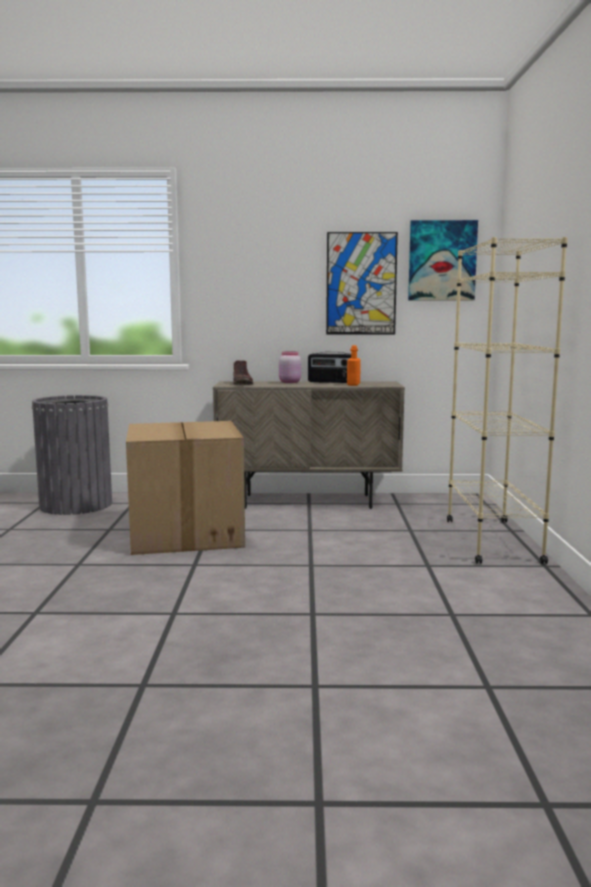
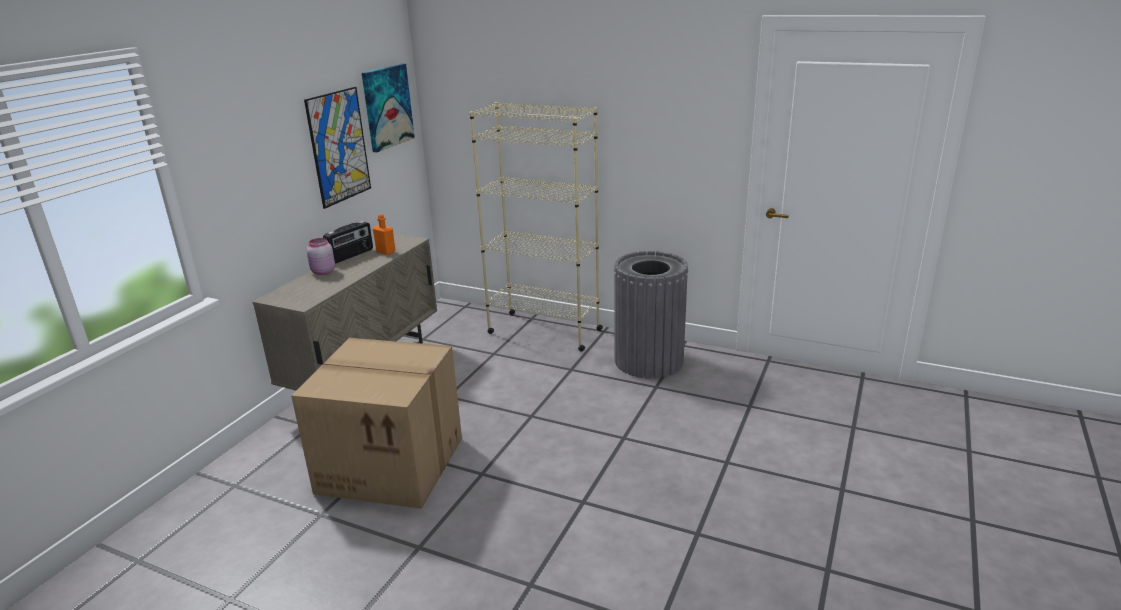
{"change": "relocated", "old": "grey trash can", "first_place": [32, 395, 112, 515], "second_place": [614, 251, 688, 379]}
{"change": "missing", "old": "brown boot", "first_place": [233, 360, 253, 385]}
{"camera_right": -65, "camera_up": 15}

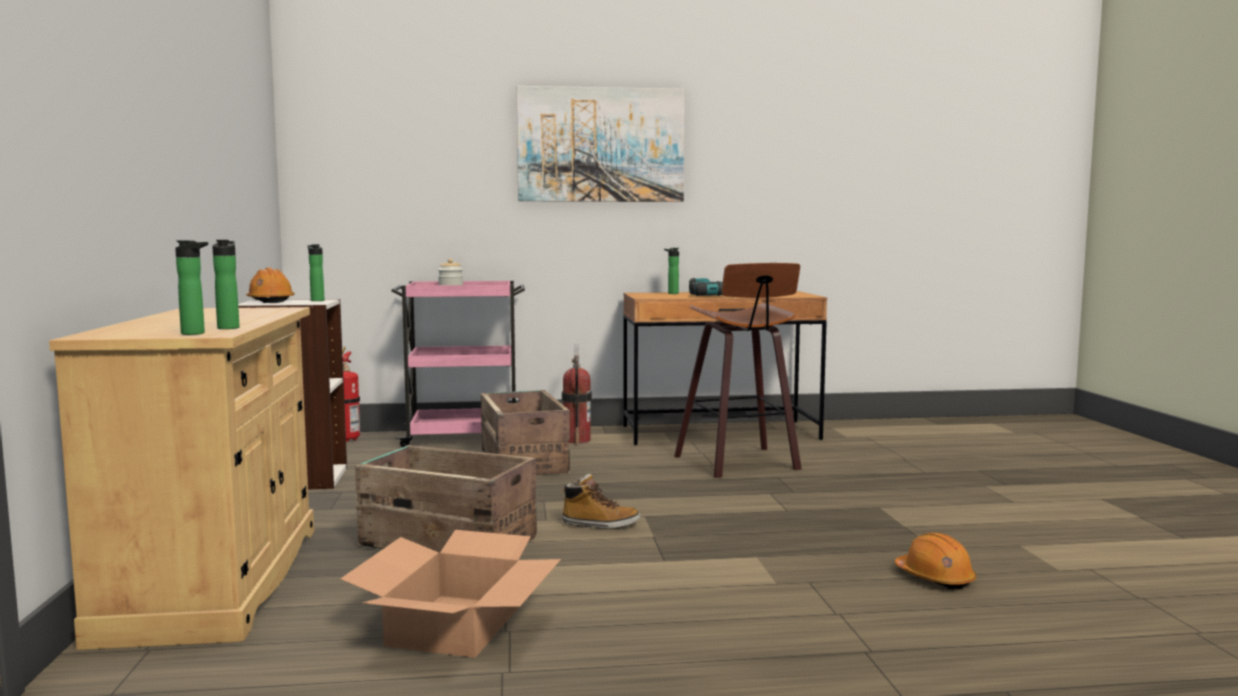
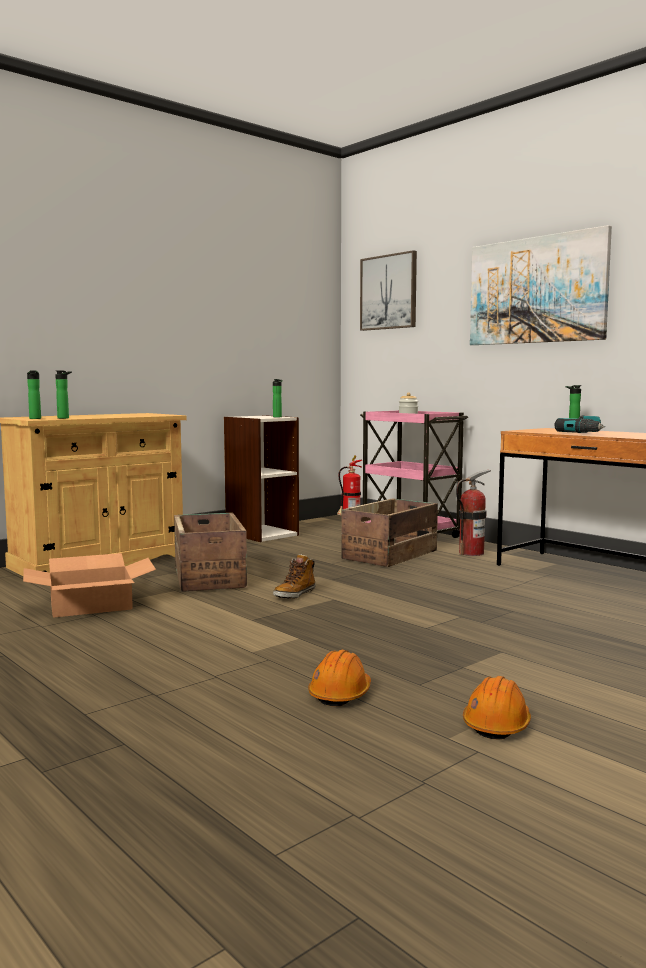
{"change": "relocated", "old": "orange hard hat", "first_place": [246, 267, 295, 303], "second_place": [463, 676, 531, 740]}
{"change": "spun", "old": "boot", "first_place": [561, 474, 640, 530], "second_place": [273, 554, 315, 599], "degrees": 60}
{"change": "missing", "old": "stool", "first_place": [674, 263, 802, 478]}
{"change": "appeared", "new": "picture", "second_place": [360, 250, 417, 331]}
{"camera_right": 55, "camera_up": 0}

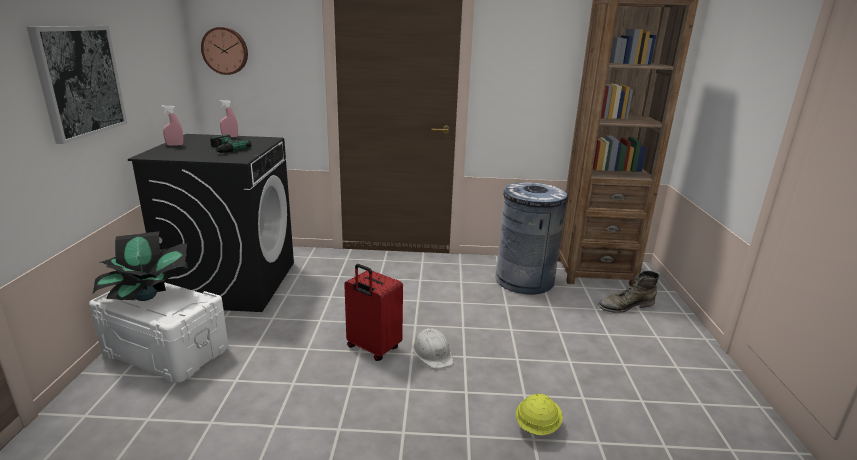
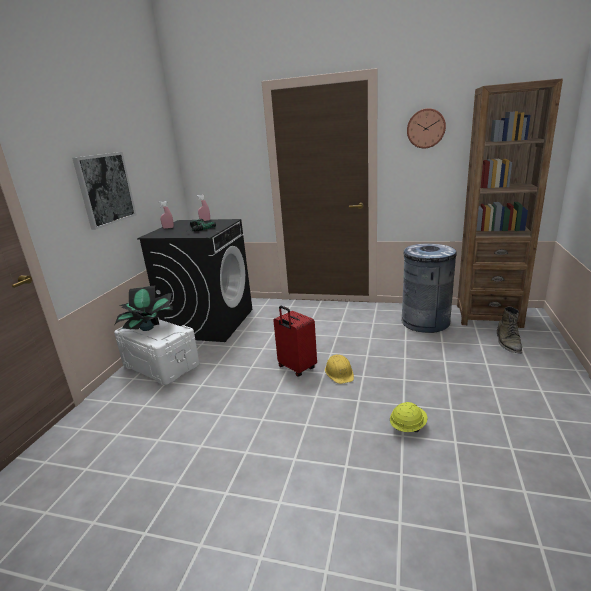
{"change": "relocated", "old": "wall clock", "first_place": [201, 27, 248, 75], "second_place": [407, 108, 446, 149]}
{"change": "colour", "old": "white hard hat", "new": "yellow hard hat", "first_place": [412, 328, 454, 369], "second_place": [325, 354, 354, 384]}
{"change": "spun", "old": "green boot", "first_place": [598, 271, 659, 313], "second_place": [497, 307, 522, 354], "degrees": -75}
{"camera_right": 15, "camera_up": 0}

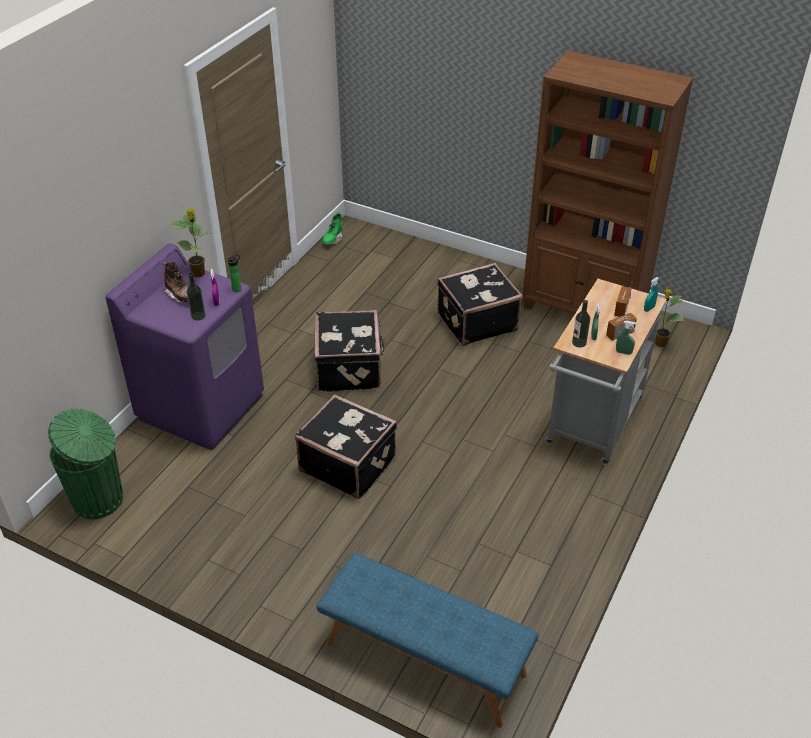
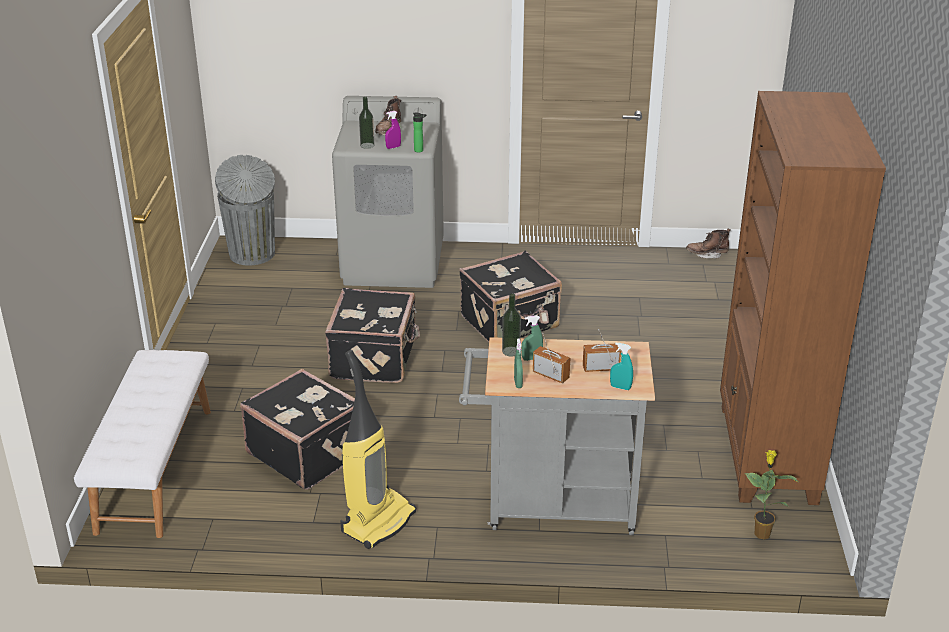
{"change": "colour", "old": "green trash can", "new": "grey trash can", "first_place": [48, 408, 123, 519], "second_place": [215, 155, 275, 265]}
{"change": "colour", "old": "purple washing machine", "new": "grey washing machine", "first_place": [106, 244, 264, 450], "second_place": [332, 96, 444, 288]}
{"change": "missing", "old": "potted plant", "first_place": [169, 207, 211, 277]}
{"change": "colour", "old": "blue bench", "new": "white bench", "first_place": [316, 553, 539, 728], "second_place": [74, 350, 211, 538]}
{"change": "colour", "old": "green boot", "new": "brown boot", "first_place": [322, 212, 343, 244], "second_place": [686, 229, 730, 258]}
{"change": "relocated", "old": "black suitcase", "first_place": [437, 263, 523, 346], "second_place": [240, 369, 355, 490]}
{"change": "appeared", "new": "vacuum cleaner", "second_place": [340, 350, 416, 549]}
{"camera_right": 65, "camera_up": -10}

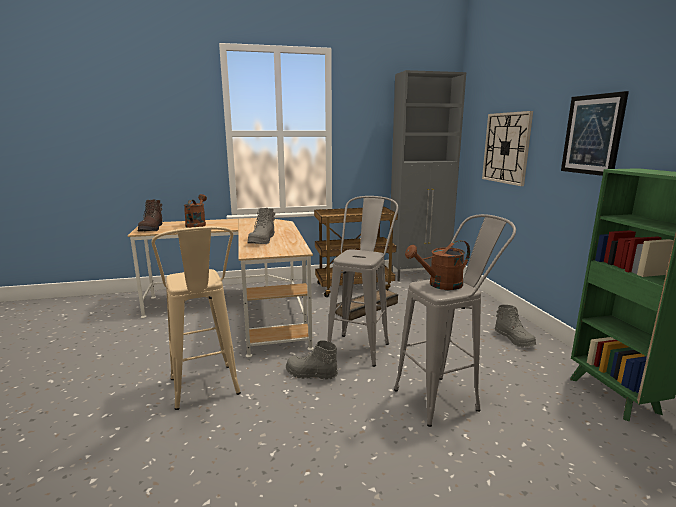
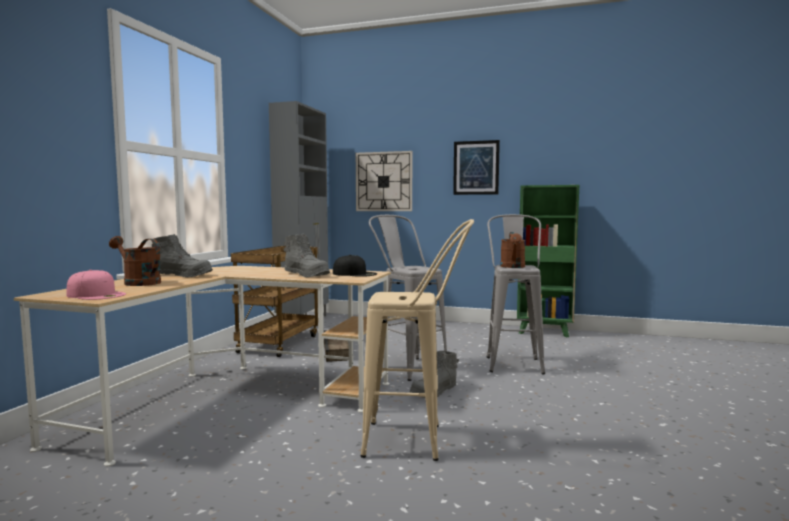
{"change": "exchanged", "old": "brown boot", "new": "pink cap", "first_place": [138, 199, 163, 232], "second_place": [66, 270, 126, 300]}
{"change": "relocated", "old": "grey boot", "first_place": [495, 305, 536, 347], "second_place": [152, 234, 213, 277]}
{"change": "appeared", "new": "black cap", "second_place": [333, 255, 377, 277]}
{"camera_right": -60, "camera_up": -10}

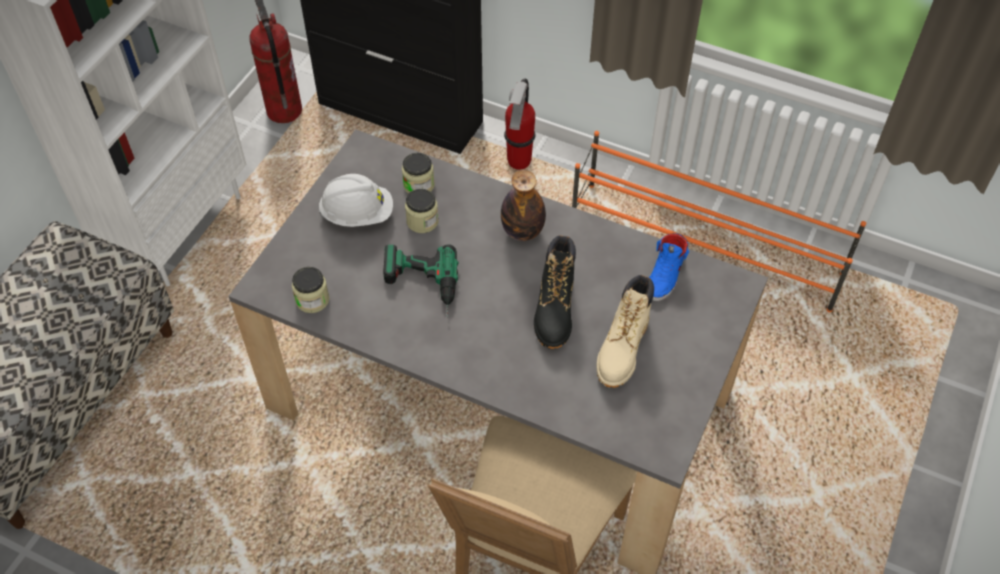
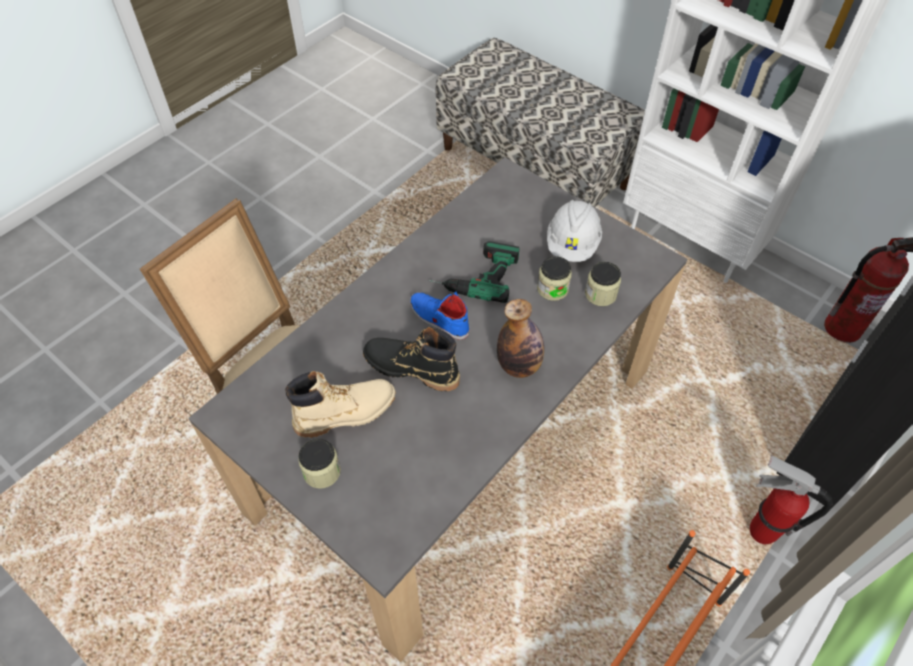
{"change": "relocated", "old": "jar", "first_place": [292, 267, 329, 313], "second_place": [298, 439, 341, 489]}
{"change": "spun", "old": "beige boot", "first_place": [597, 275, 654, 388], "second_place": [285, 371, 396, 438], "degrees": 120}
{"change": "relocated", "old": "blue shoe", "first_place": [649, 233, 689, 301], "second_place": [410, 292, 470, 340]}
{"camera_right": 105, "camera_up": 0}

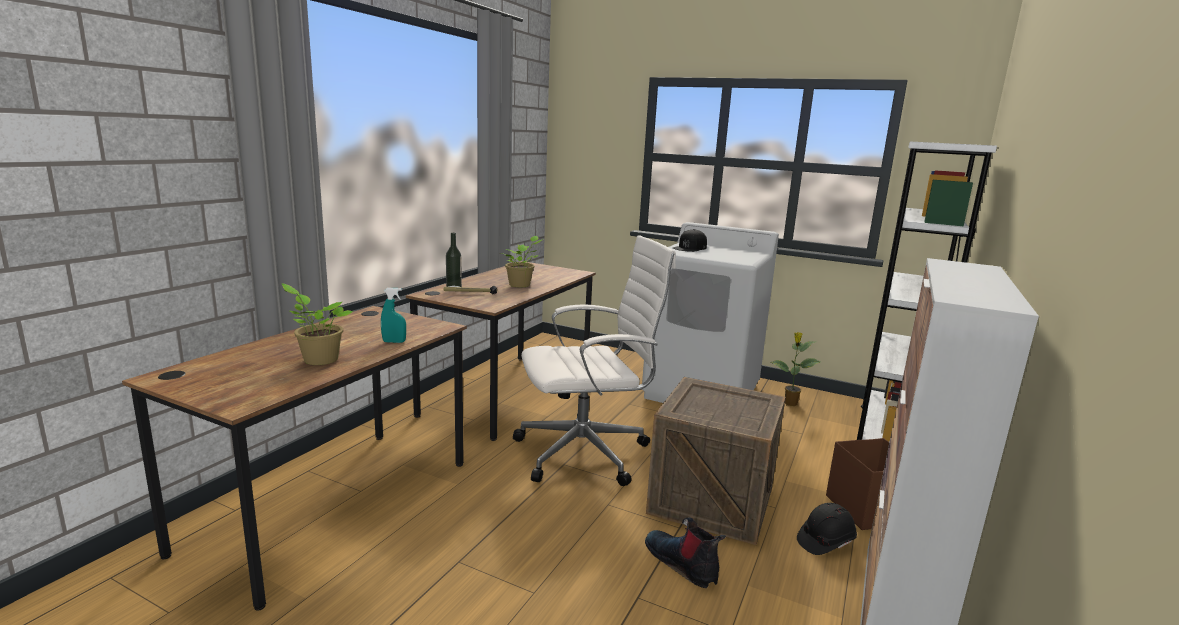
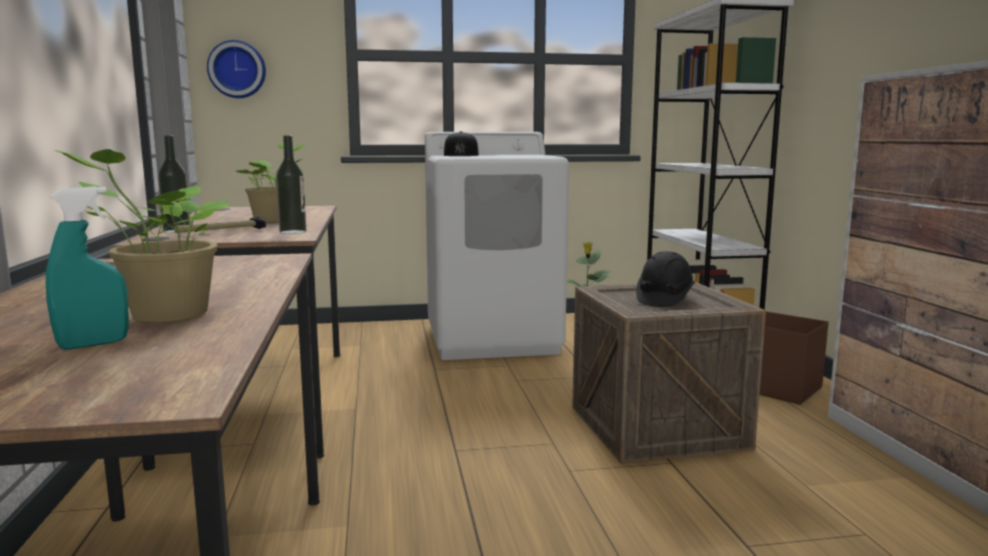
{"change": "relocated", "old": "turquoise spray bottle", "first_place": [381, 288, 406, 343], "second_place": [46, 186, 129, 350]}
{"change": "missing", "old": "white office chair", "first_place": [513, 235, 676, 486]}
{"change": "missing", "old": "boot", "first_place": [645, 517, 726, 588]}
{"change": "relocated", "old": "black hard hat", "first_place": [797, 503, 857, 555], "second_place": [636, 251, 695, 307]}
{"change": "appeared", "new": "wall clock", "second_place": [207, 40, 266, 98]}
{"change": "appeared", "new": "bottle", "second_place": [276, 136, 306, 234]}
{"camera_right": -35, "camera_up": -5}

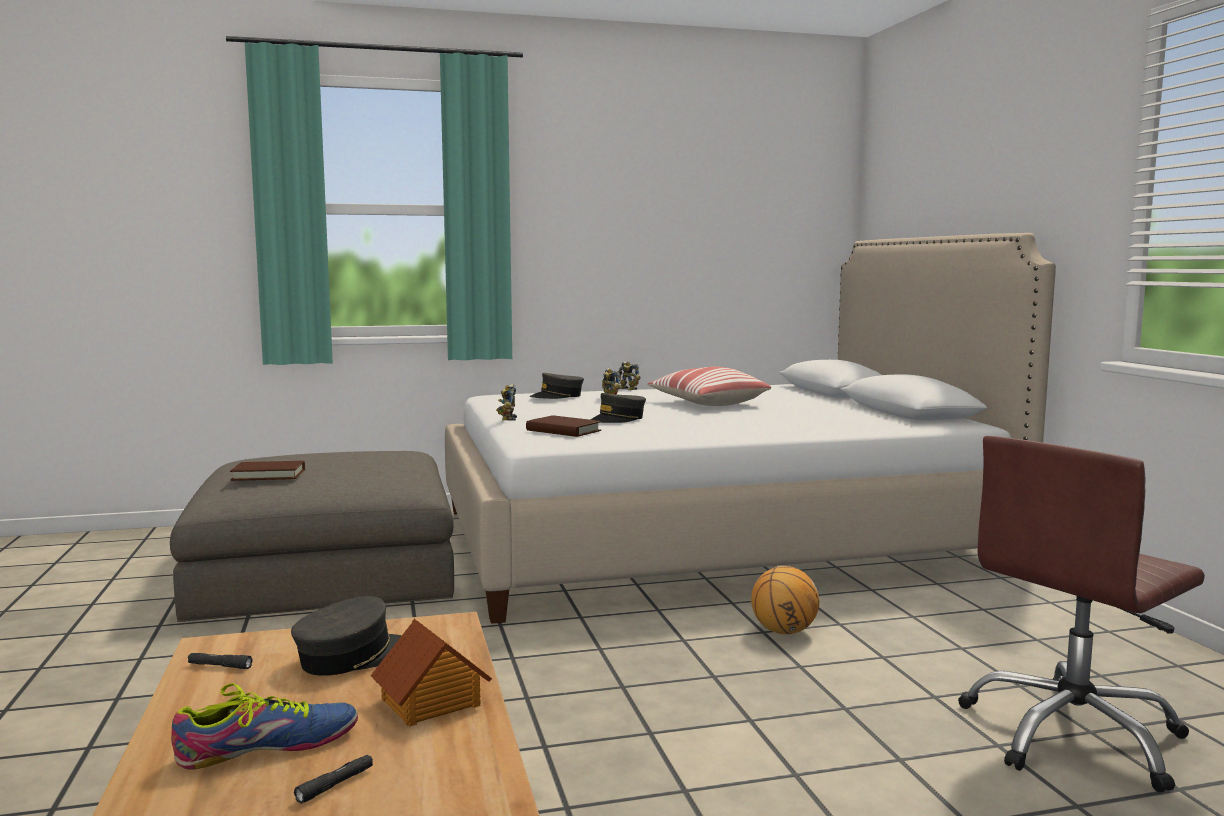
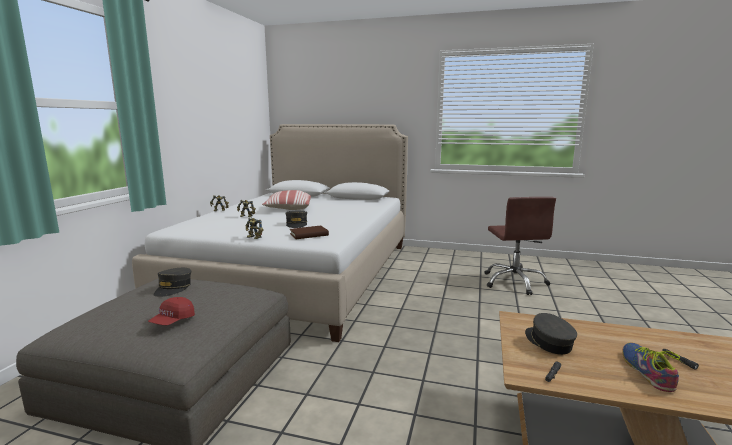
{"change": "exchanged", "old": "brown book", "new": "red cap", "first_place": [230, 461, 305, 481], "second_place": [148, 297, 195, 325]}
{"change": "missing", "old": "toy house", "first_place": [371, 619, 492, 727]}
{"change": "relocated", "old": "grey cap", "first_place": [530, 373, 584, 399], "second_place": [153, 268, 191, 297]}
{"change": "missing", "old": "basketball", "first_place": [751, 566, 819, 634]}
{"camera_right": -60, "camera_up": 5}

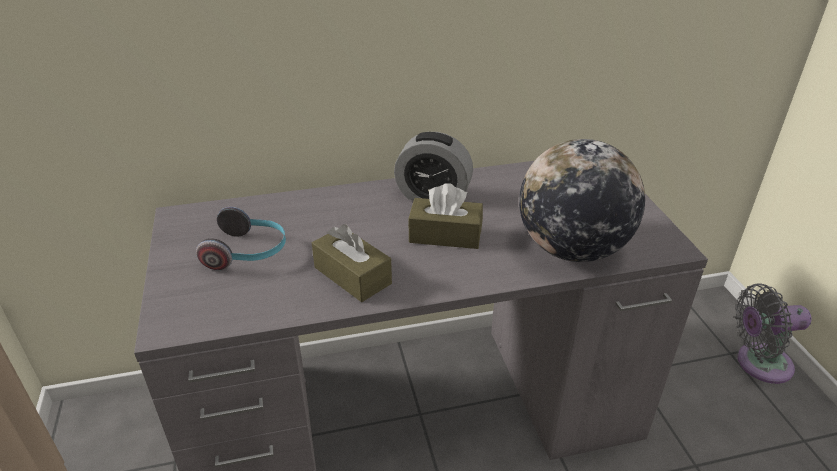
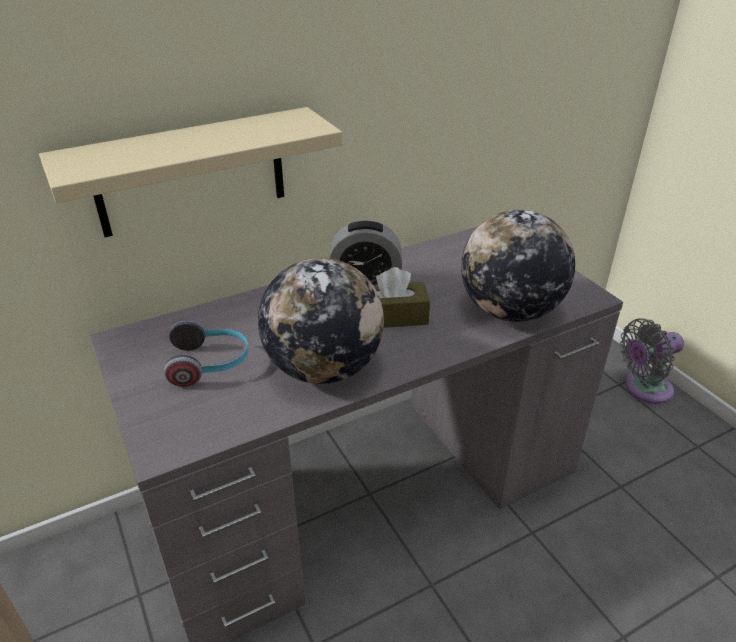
{"change": "exchanged", "old": "brown tissue box", "new": "globe", "first_place": [312, 224, 392, 302], "second_place": [258, 258, 384, 384]}
{"change": "appeared", "new": "beige shelf", "second_place": [39, 107, 343, 237]}
{"camera_right": -15, "camera_up": 0}

